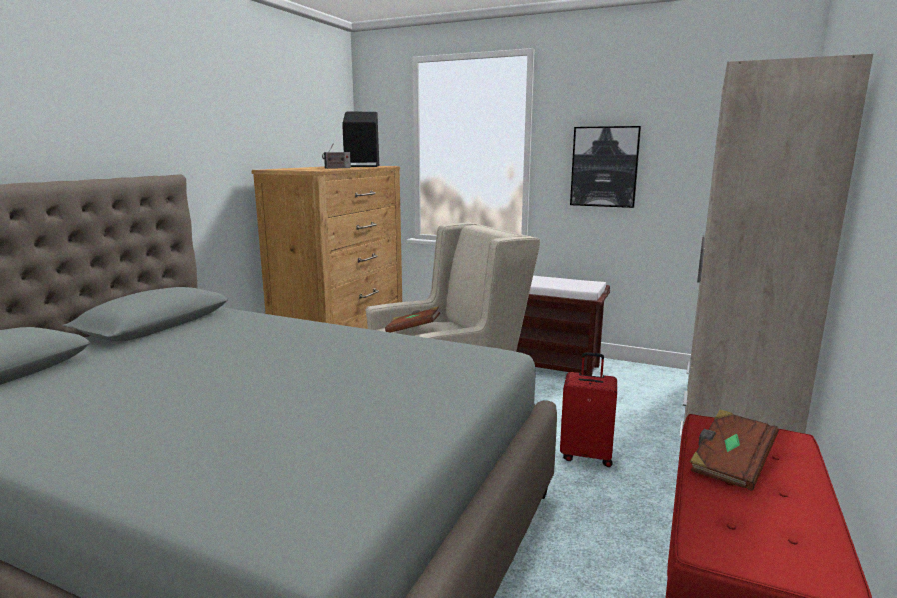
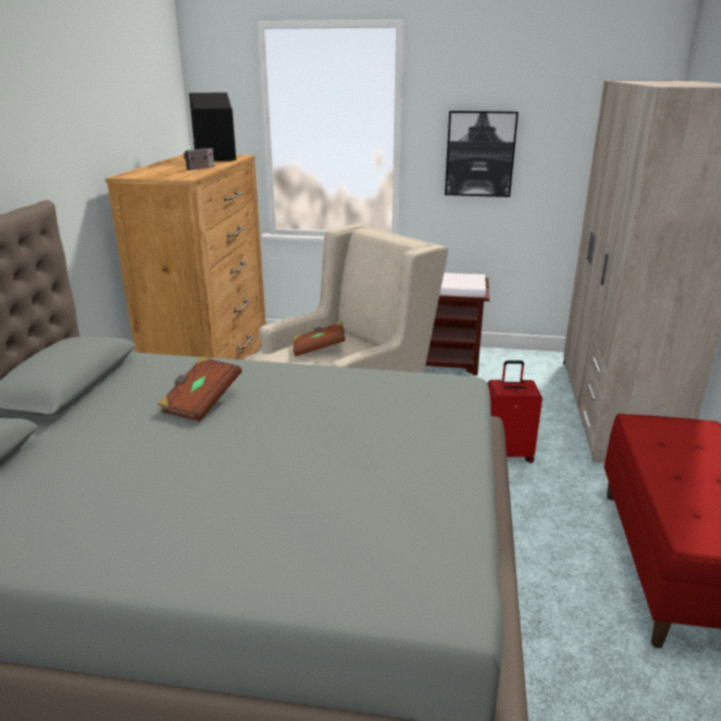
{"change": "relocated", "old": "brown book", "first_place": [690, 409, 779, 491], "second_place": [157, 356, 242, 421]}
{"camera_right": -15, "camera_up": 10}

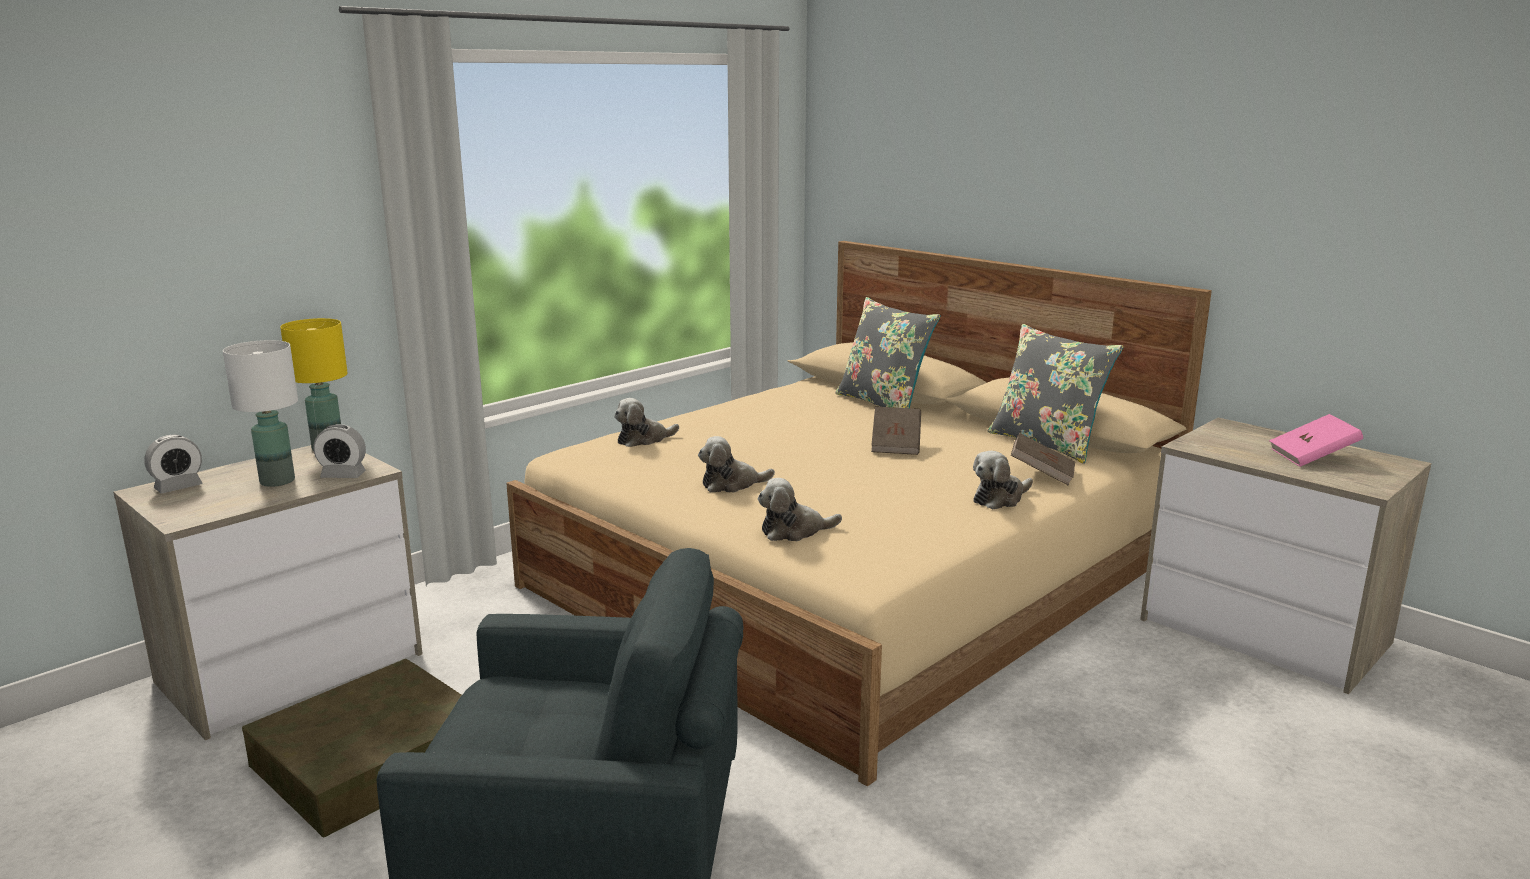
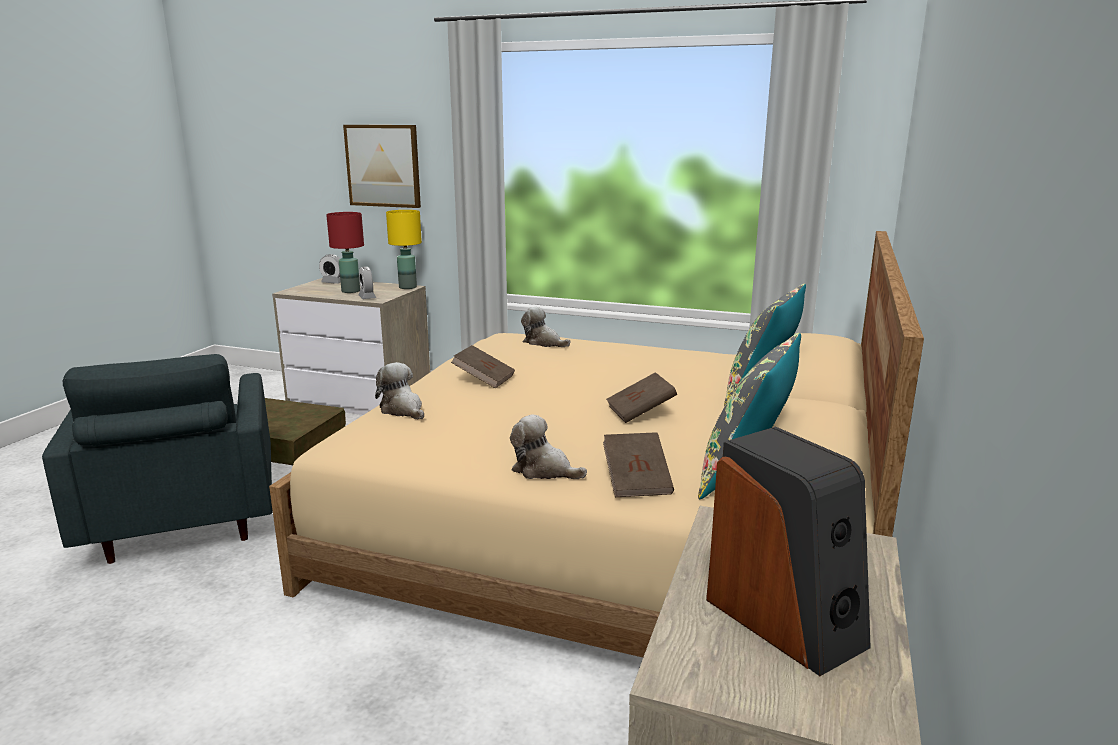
{"change": "colour", "old": "white table lamp", "new": "red table lamp", "first_place": [223, 340, 298, 487], "second_place": [326, 212, 364, 293]}
{"change": "exchanged", "old": "plush toy", "new": "brown book", "first_place": [698, 436, 775, 493], "second_place": [451, 345, 515, 388]}
{"change": "exchanged", "old": "pink book", "new": "speaker", "first_place": [1269, 414, 1363, 467], "second_place": [706, 426, 871, 676]}
{"change": "appeared", "new": "picture", "second_place": [343, 125, 421, 208]}
{"camera_right": 65, "camera_up": 0}

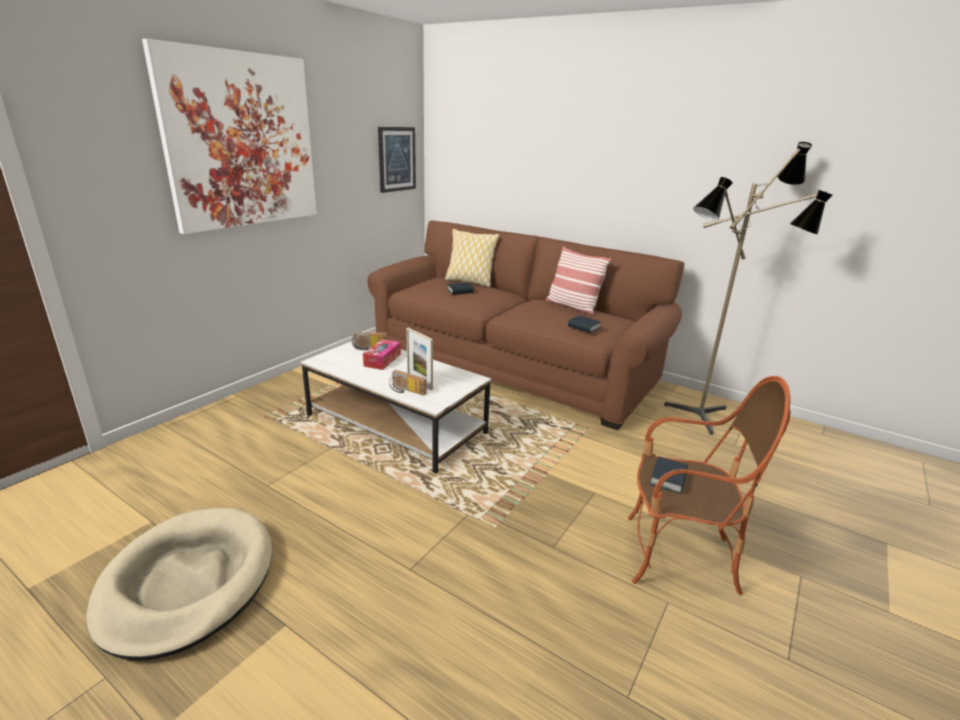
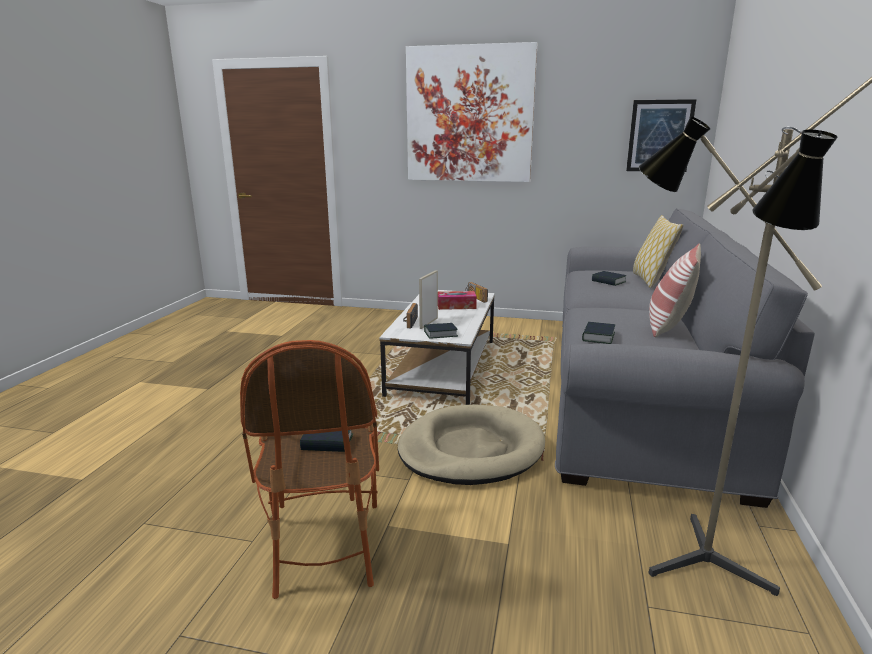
{"change": "relocated", "old": "beige dog bed", "first_place": [86, 508, 272, 660], "second_place": [398, 404, 545, 485]}
{"change": "colour", "old": "brown sofa", "new": "grey sofa", "first_place": [368, 220, 684, 430], "second_place": [555, 208, 815, 508]}
{"change": "appeared", "new": "book", "second_place": [424, 323, 458, 339]}
{"camera_right": 70, "camera_up": -5}

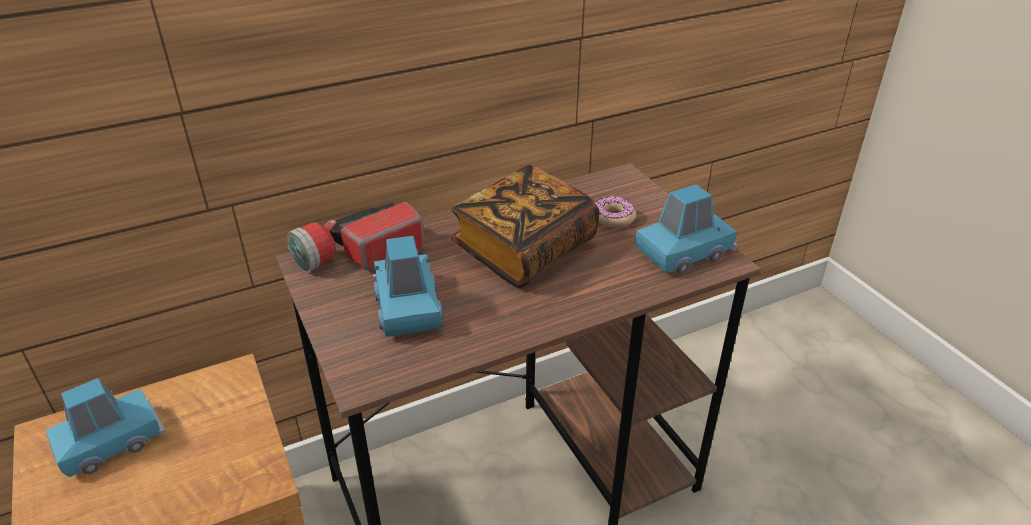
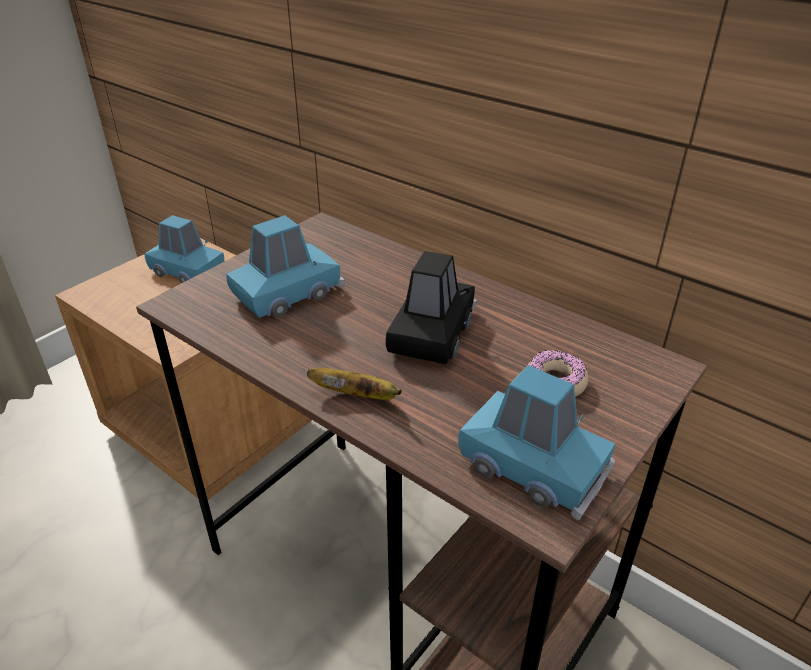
{"change": "missing", "old": "flashlight", "first_place": [286, 202, 424, 272]}
{"change": "exchanged", "old": "book", "new": "black toy car", "first_place": [451, 165, 600, 288], "second_place": [386, 251, 477, 364]}
{"change": "appeared", "new": "banana", "second_place": [307, 368, 402, 400]}
{"camera_right": 65, "camera_up": 0}

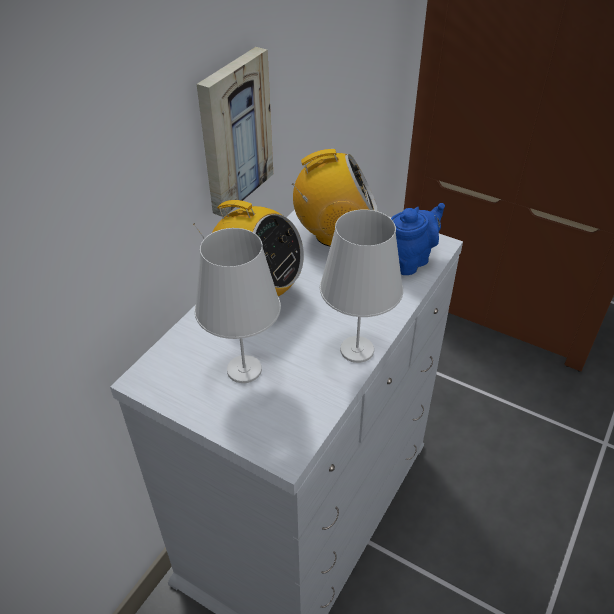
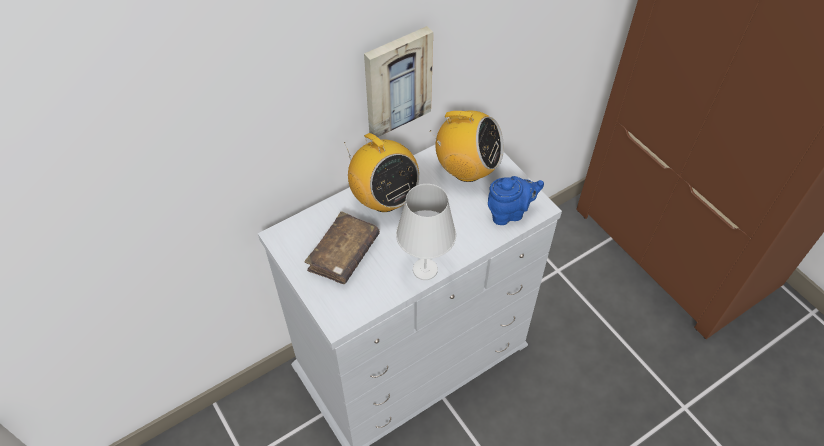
{"change": "exchanged", "old": "white table lamp", "new": "brown book", "first_place": [194, 228, 281, 383], "second_place": [305, 212, 380, 284]}
{"camera_right": 25, "camera_up": 10}

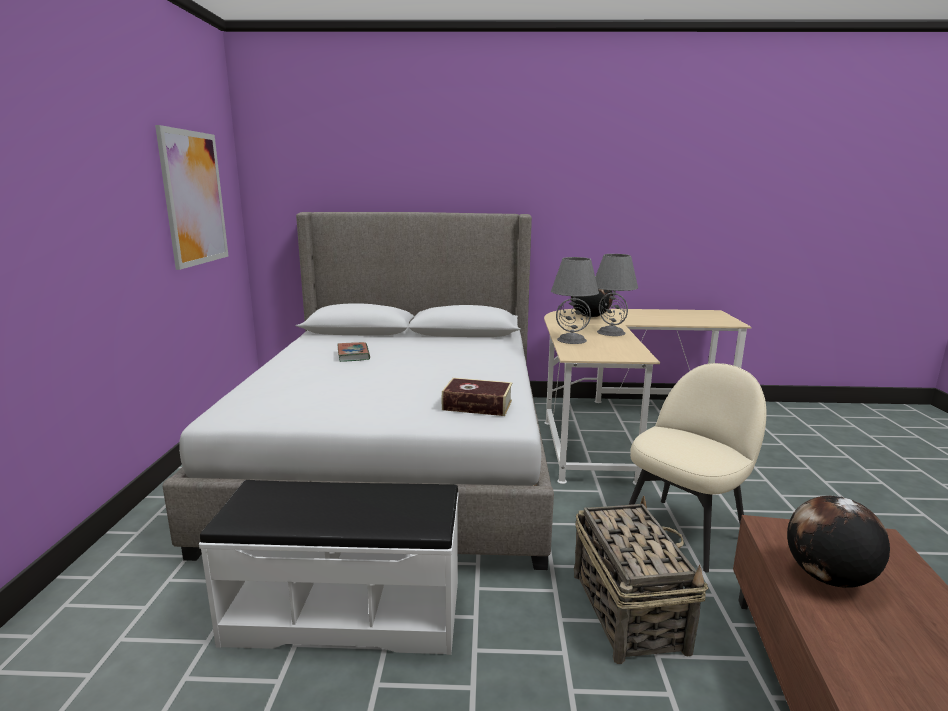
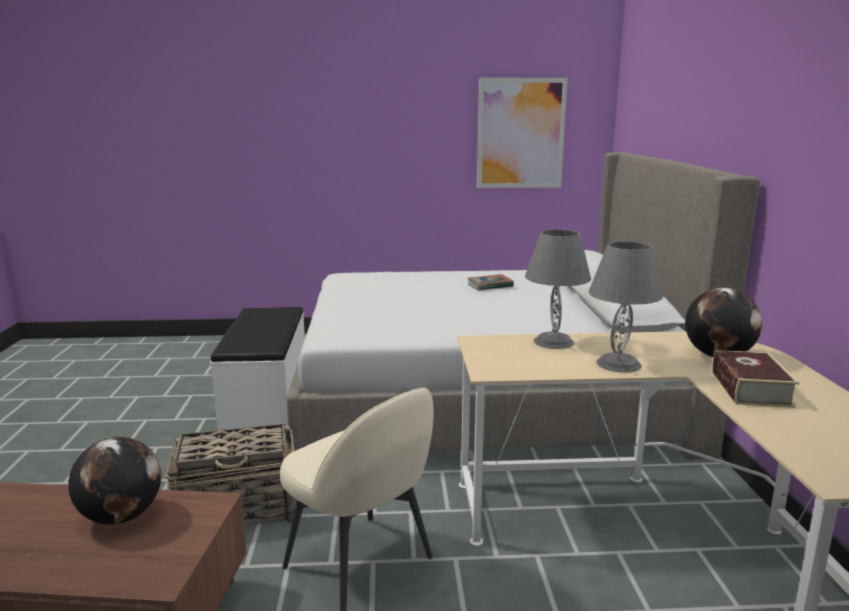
{"change": "relocated", "old": "book", "first_place": [442, 378, 512, 416], "second_place": [712, 350, 799, 408]}
{"camera_right": 85, "camera_up": 0}

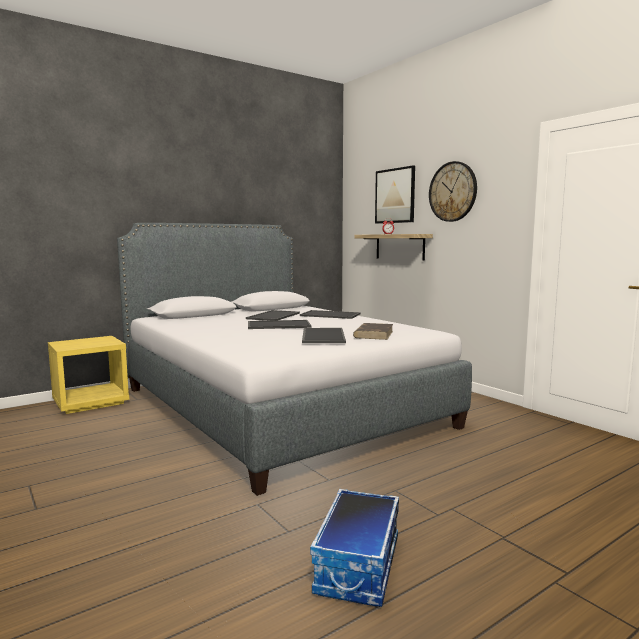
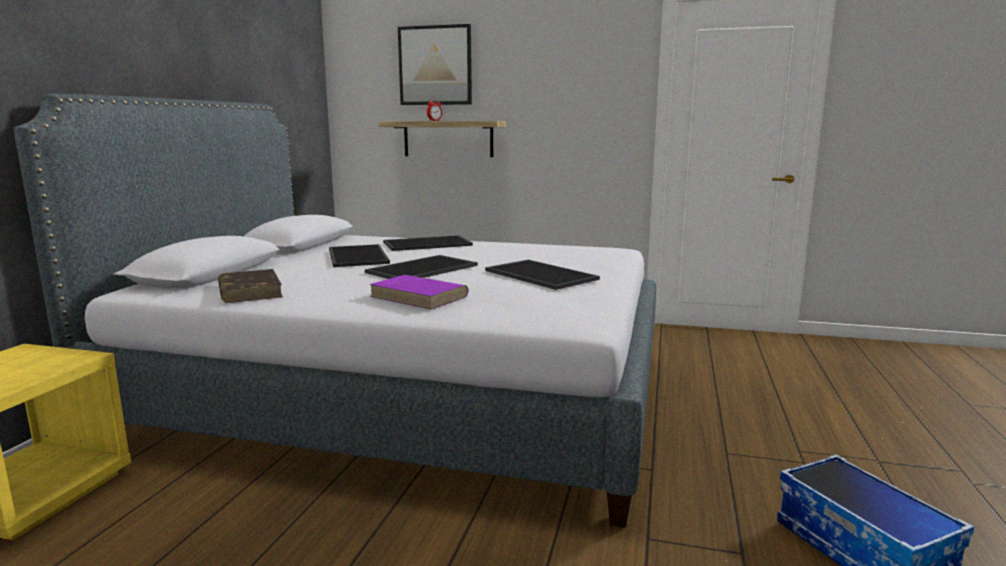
{"change": "relocated", "old": "brown book", "first_place": [353, 323, 393, 340], "second_place": [218, 269, 283, 303]}
{"change": "missing", "old": "wall clock", "first_place": [429, 161, 477, 222]}
{"change": "appeared", "new": "purple book", "second_place": [369, 275, 468, 310]}
{"camera_right": -40, "camera_up": 5}

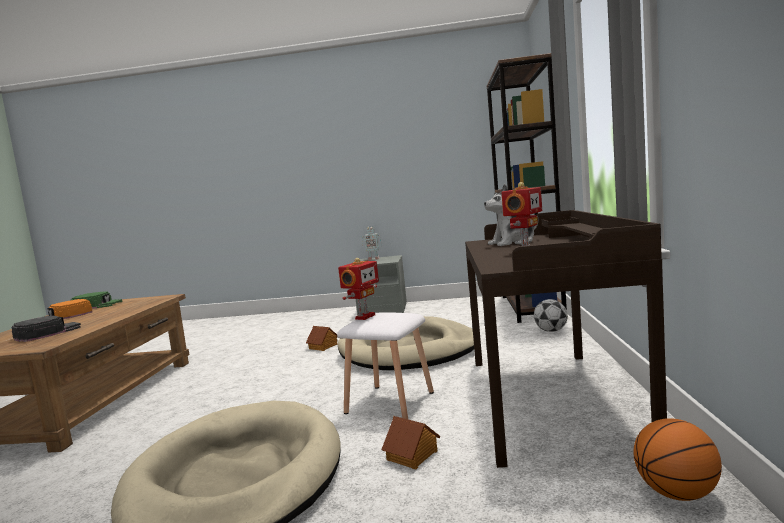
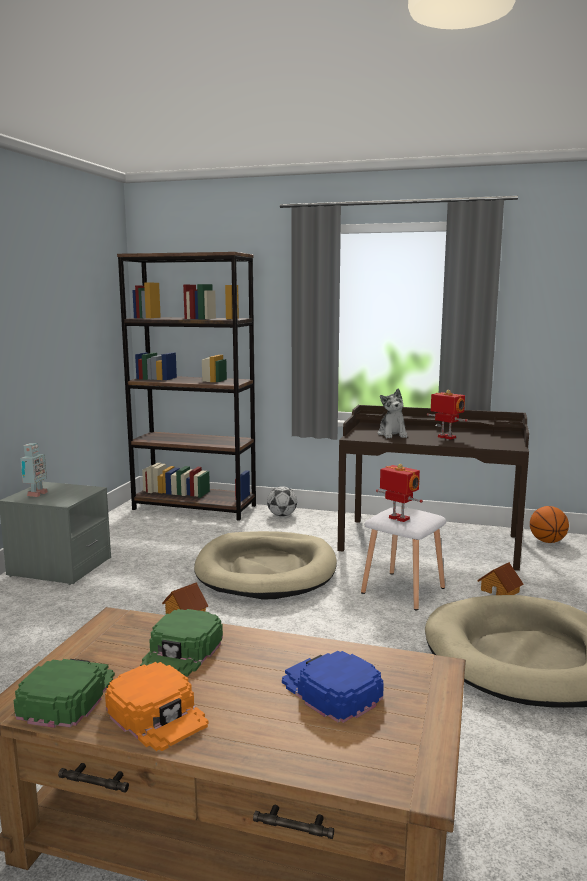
{"change": "colour", "old": "black cap", "new": "blue cap", "first_place": [12, 316, 81, 342], "second_place": [282, 651, 384, 723]}
{"change": "appeared", "new": "green cap", "second_place": [140, 609, 223, 676]}
{"camera_right": -80, "camera_up": 5}

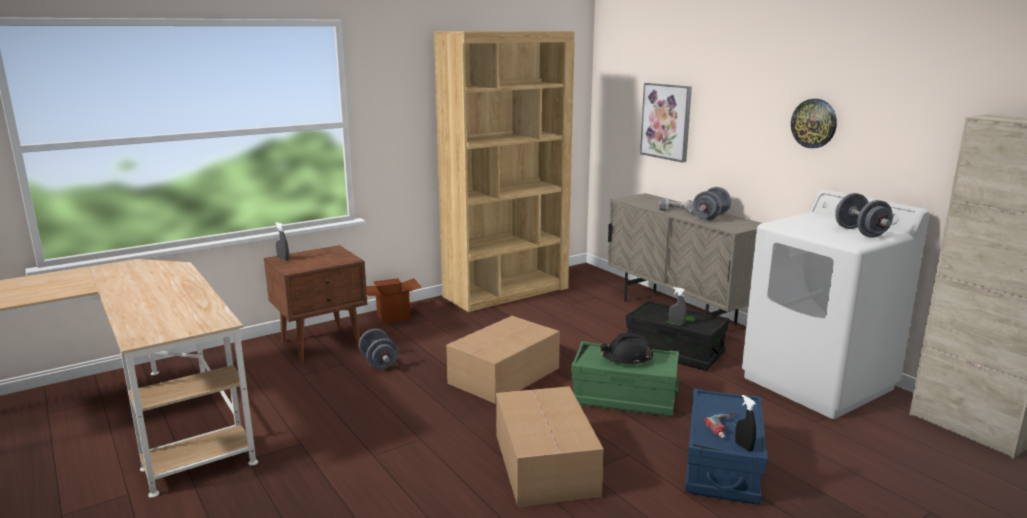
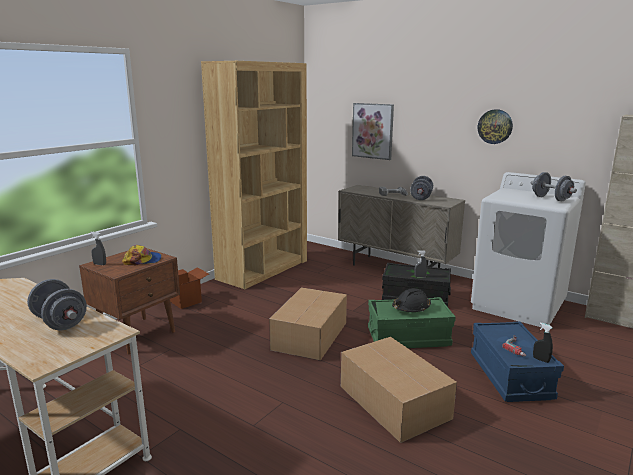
{"change": "relocated", "old": "grey dumbbell", "first_place": [359, 329, 398, 370], "second_place": [27, 279, 87, 330]}
{"change": "appeared", "new": "cap", "second_place": [122, 245, 162, 265]}
{"camera_right": -20, "camera_up": 0}

